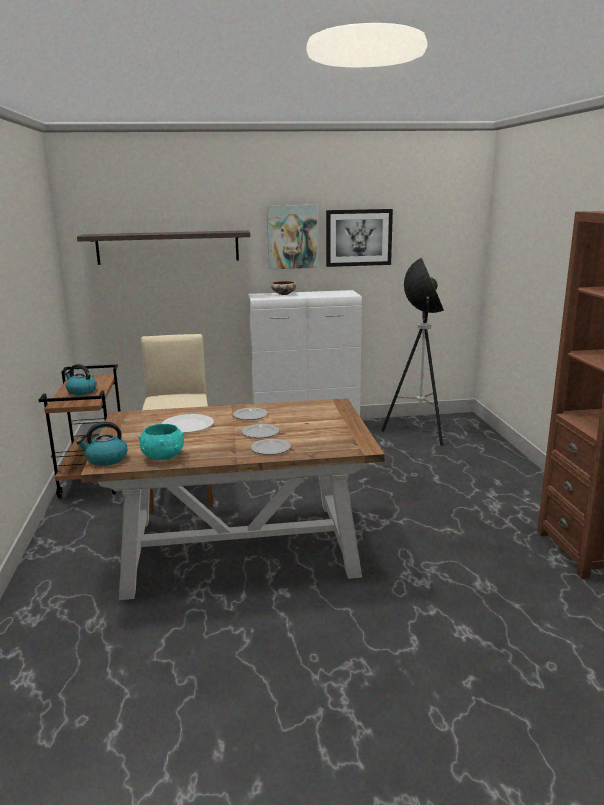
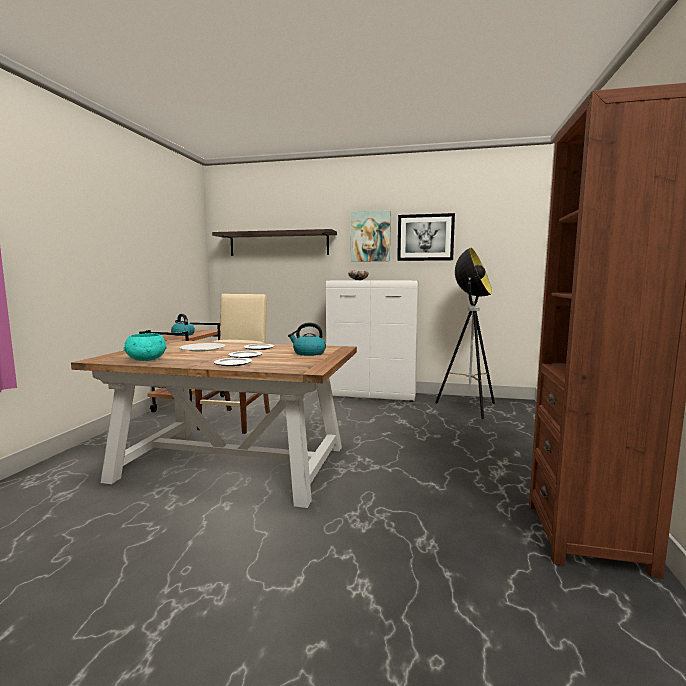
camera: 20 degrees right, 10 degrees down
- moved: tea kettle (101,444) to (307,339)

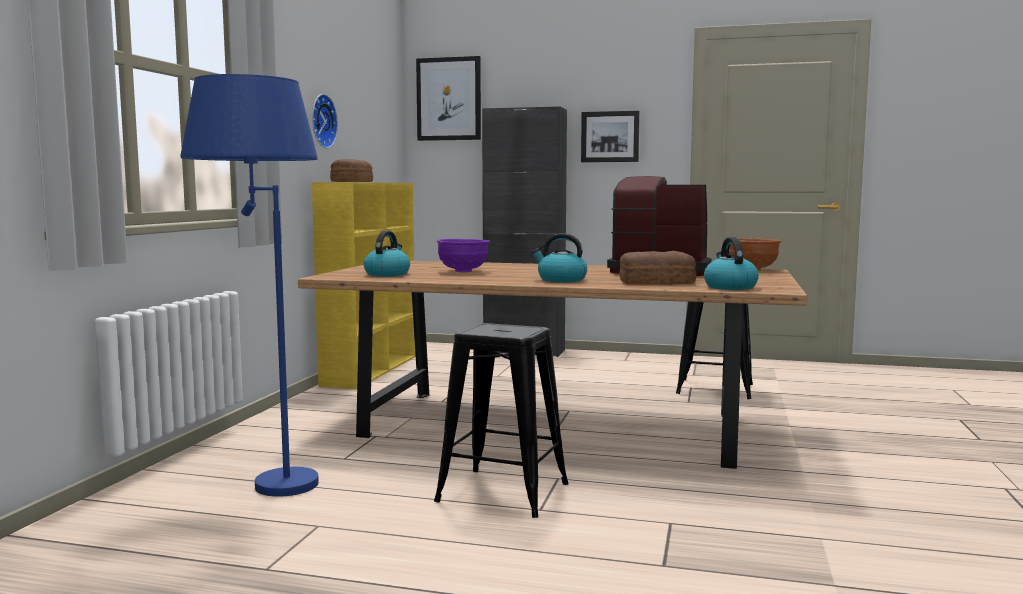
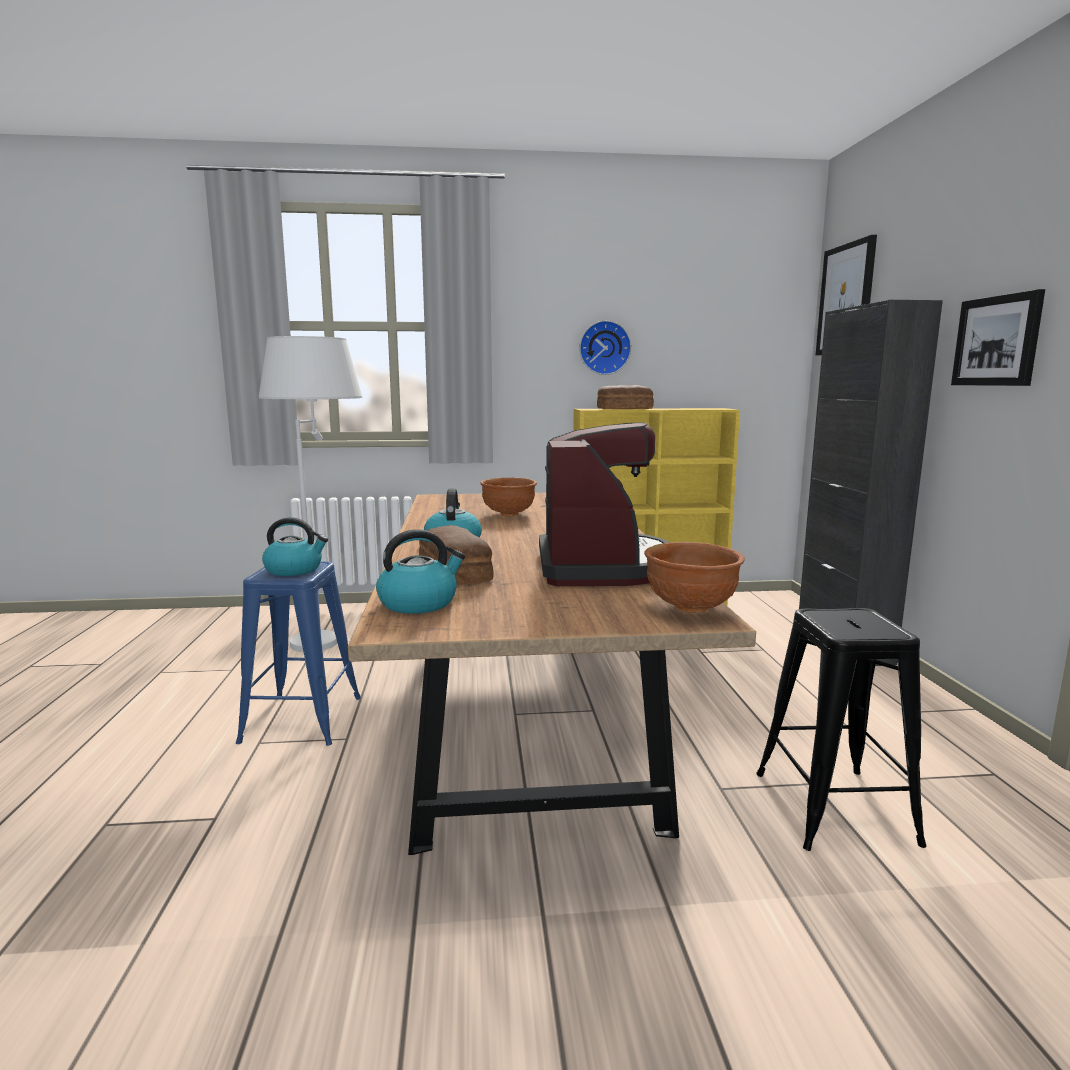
camera: 70 degrees right, 5 degrees up
- recoloured: sitting stool (black) (501,420) to sitting stool (blue-coloured) (298,653)
- recoloured: standard lamp (blue-coloured) (249,285) to standard lamp (white-coloured) (310,494)
- moved: tea kettle (387,254) to (295,546)
- recoloured: bowl (purplish) (463,255) to bowl (brownish) (508,497)

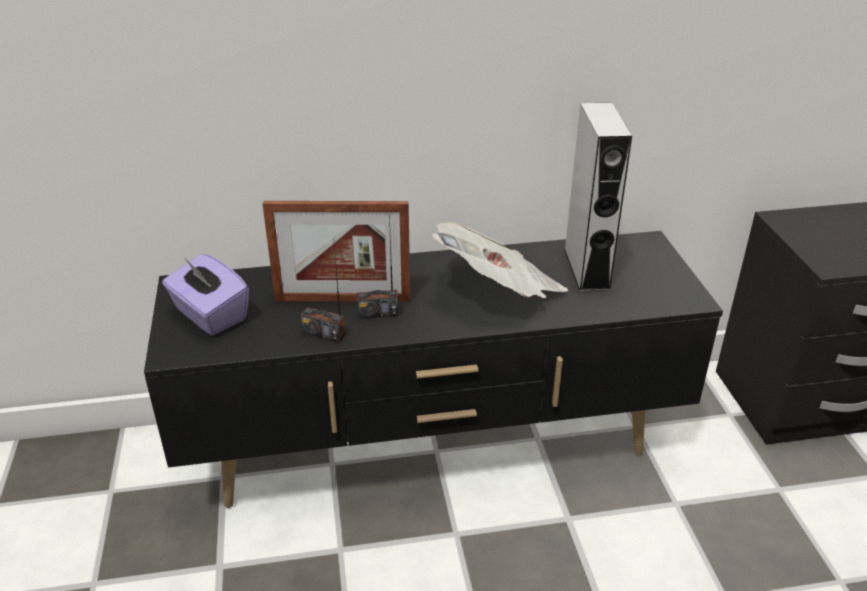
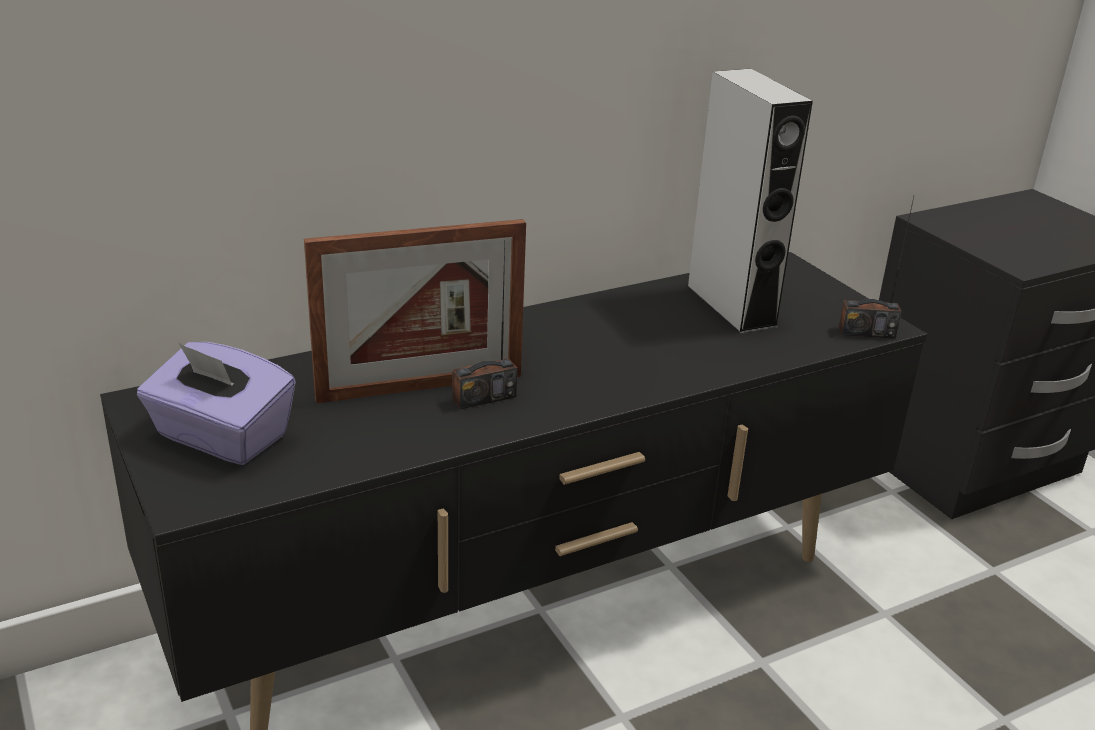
camera: 20 degrees left, 5 degrees down
- moved: radio (323,293) to (876,268)
- removed: printed paper (499,260)

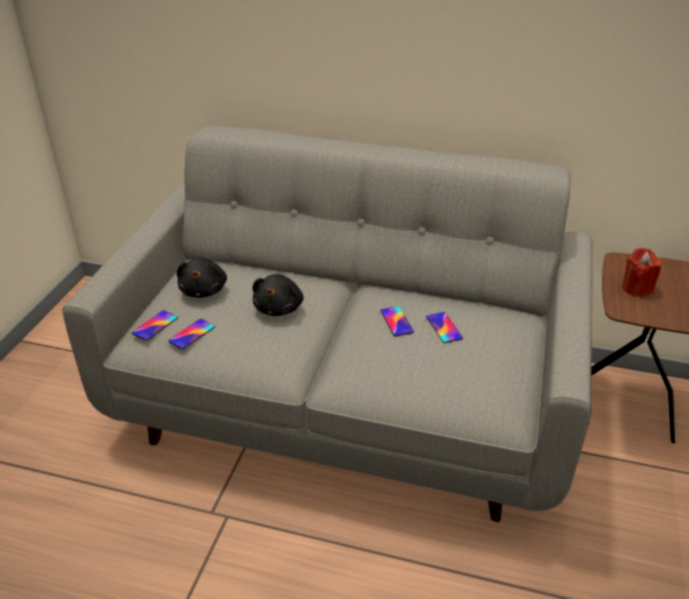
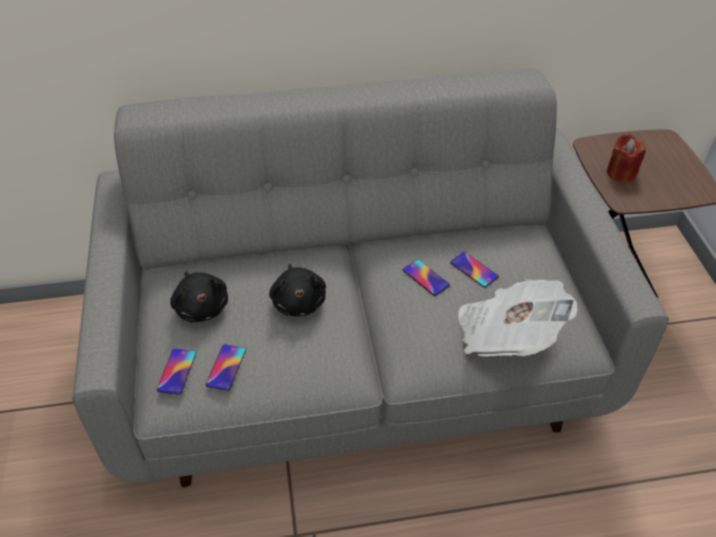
camera: 25 degrees left, 10 degrees up
- added: printed paper (517,317)

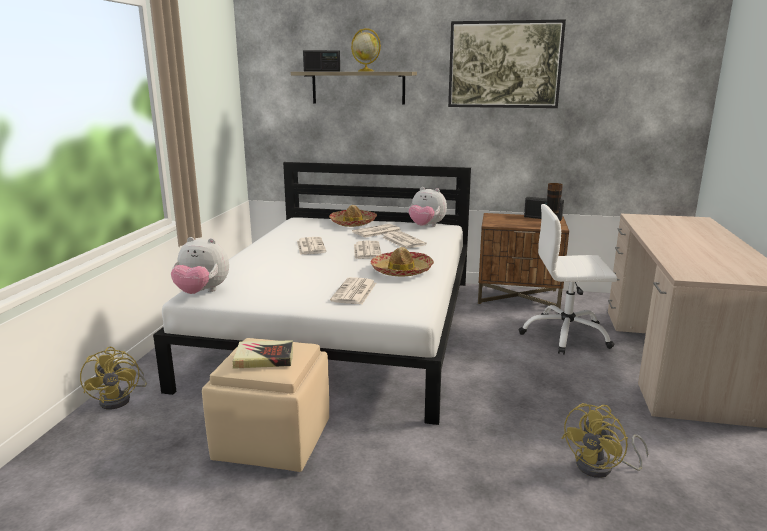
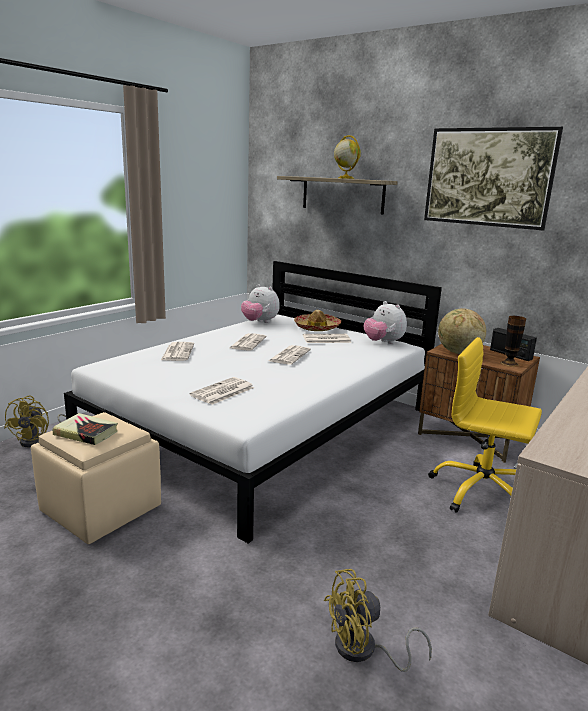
camera: 25 degrees right, 0 degrees up
- moved: printed paper (404,239) to (177,351)
- moved: cuddly toy (200,265) to (260,303)
- recoloured: computer chair (white-coloured) (568,279) to computer chair (yellowish) (485,425)
- added: globe (462,331)
- removed: radio (321,60)
- removed: wearable hat (402,262)

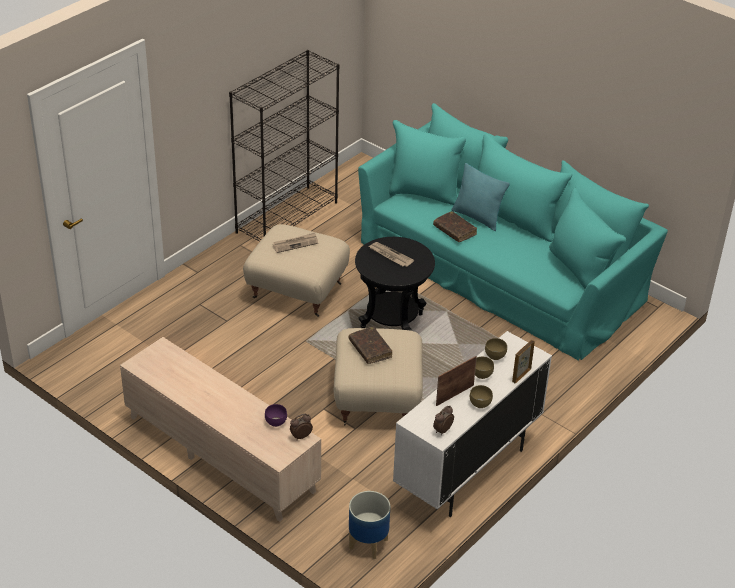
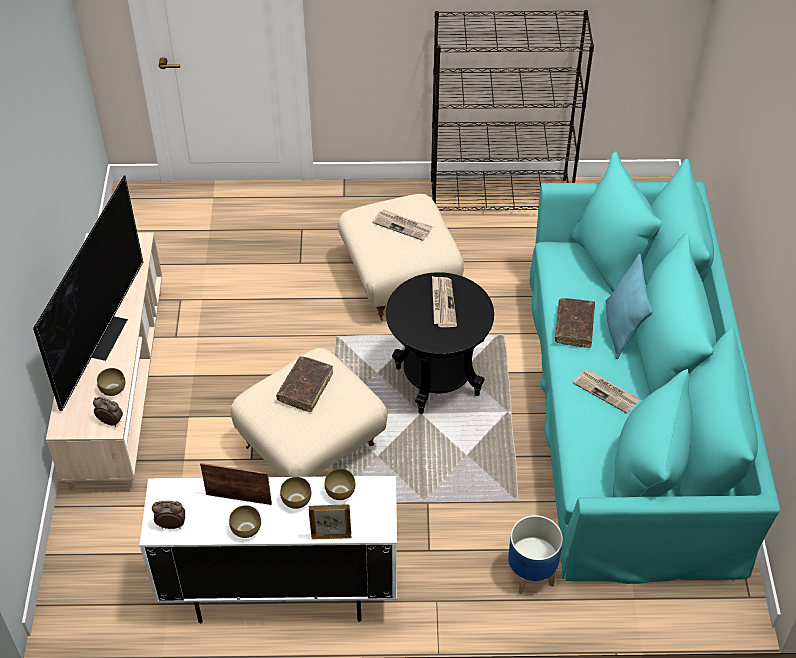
camera: 50 degrees right, 10 degrees up
- added: TV set (88,293)
- recoloured: bowl (purplish) (276,415) to bowl (brownish) (111,382)
- moved: plant pot (369,525) to (535,554)
- added: printed paper (606,391)

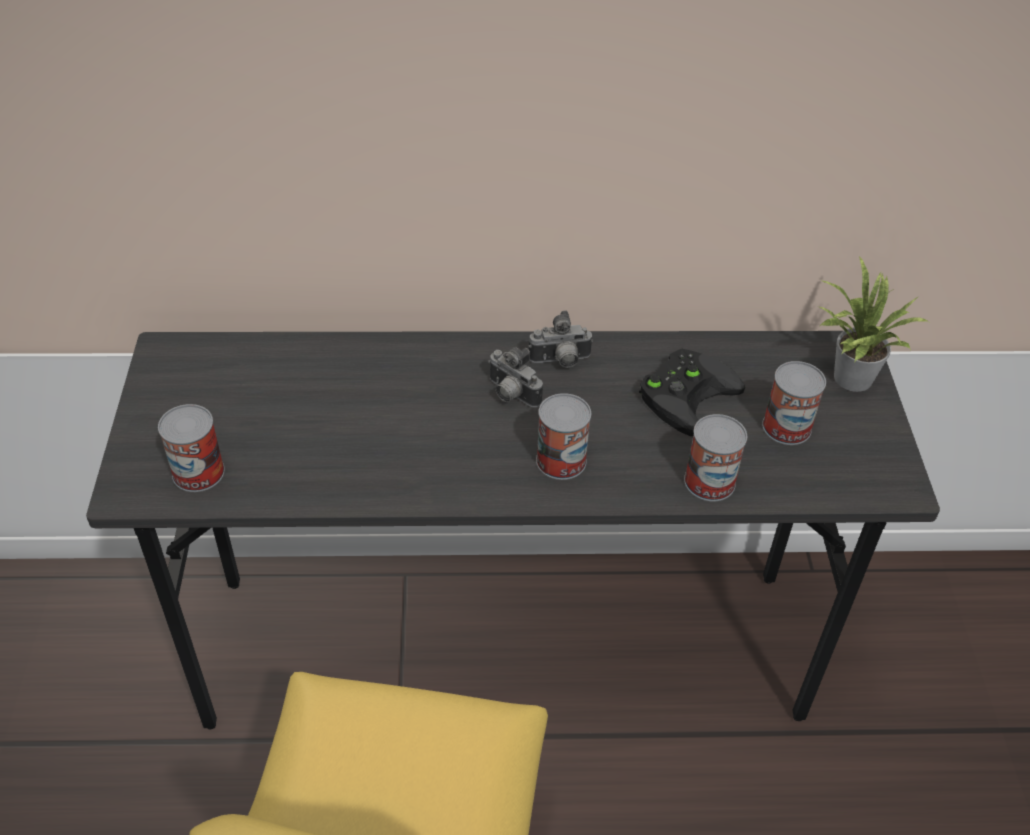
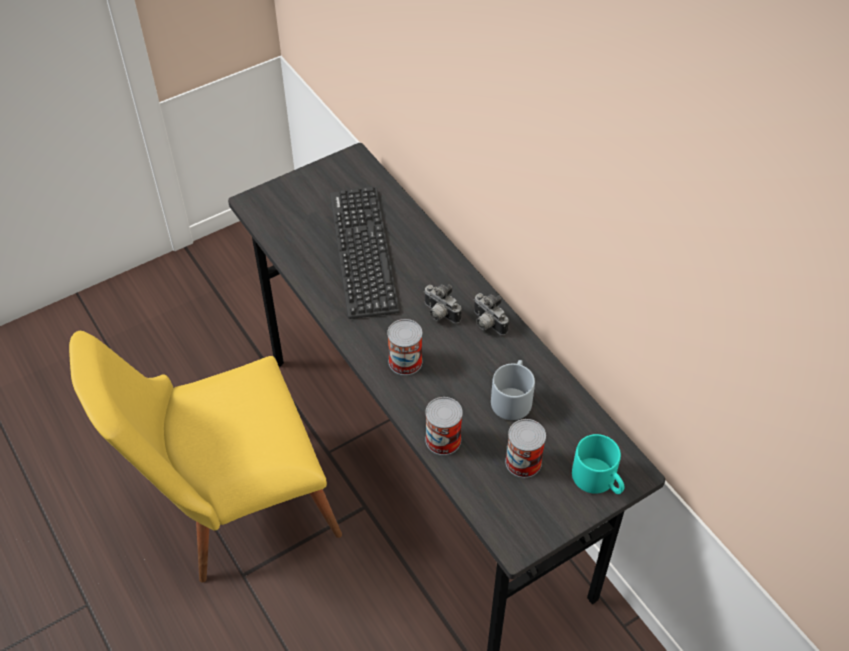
camera: 60 degrees right, 5 degrees up
- added: computer keyboard (365,253)
- turned: still camera (515,377) = (443,304) 60 degrees counterclockwise
- replaced: gamepad (black) (692,392) to tea mug (gray) (513,390)
- replaced: plant in a pot (874,324) to tea mug (blue-green) (598,464)
- removed: can (191,448)

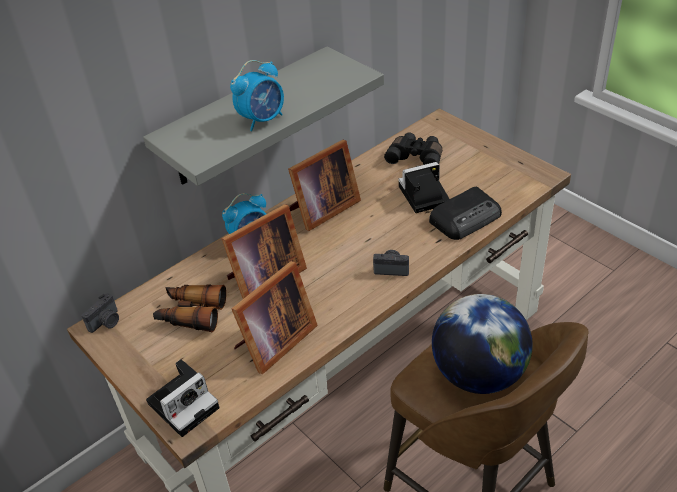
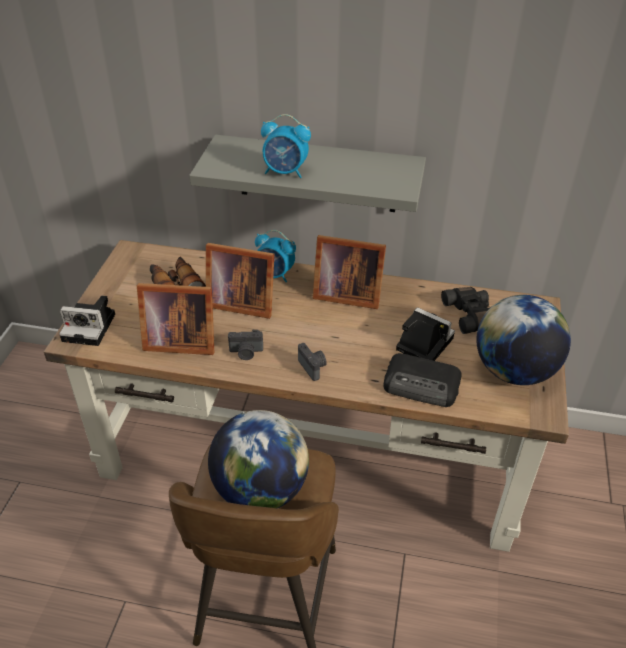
camera: 50 degrees right, 0 degrees up
- moved: still camera (100,313) to (245,345)
- added: globe (523,340)

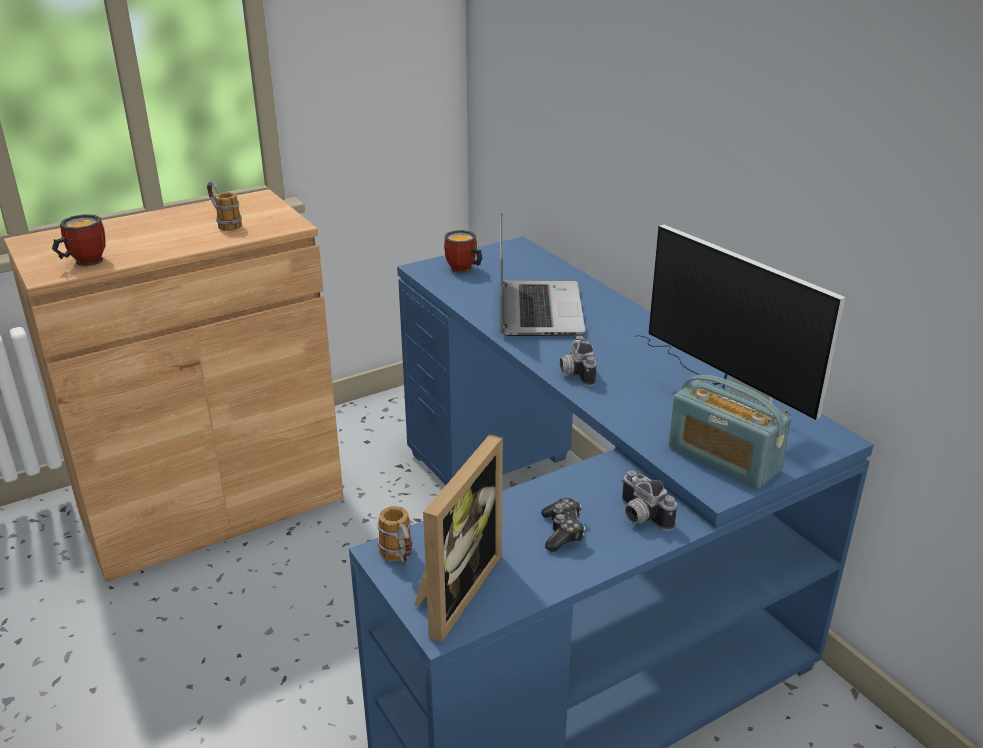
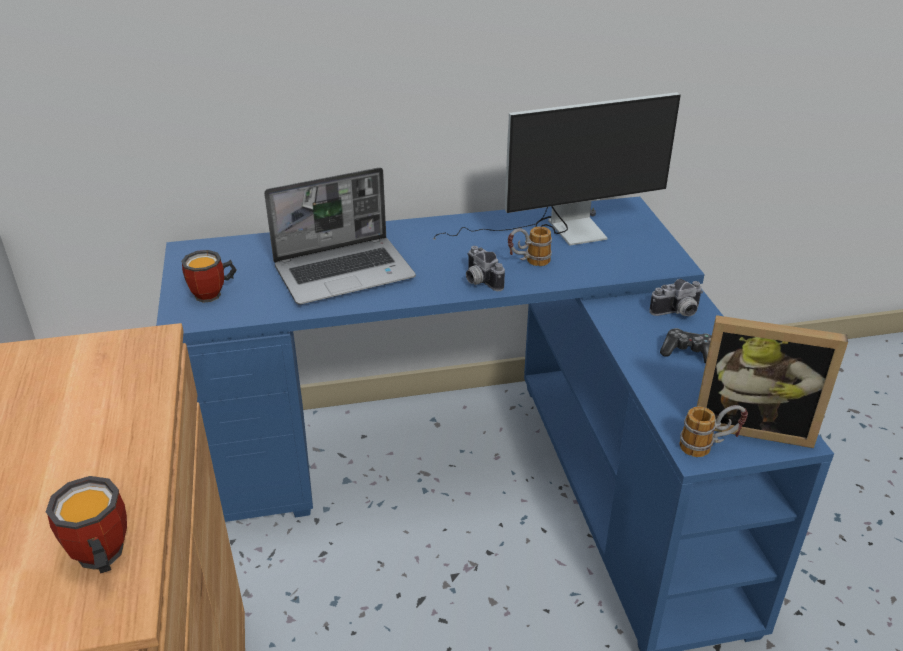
camera: 70 degrees left, 5 degrees up
- turned: notebook computer (542,274) = (340,236) 135 degrees clockwise
- turned: still camera (578,361) = (485,268) 45 degrees clockwise
- moved: tea mug (224,206) to (530,246)
- turned: photo frame (459,538) = (772,381) 150 degrees clockwise
- removed: radio (730,432)

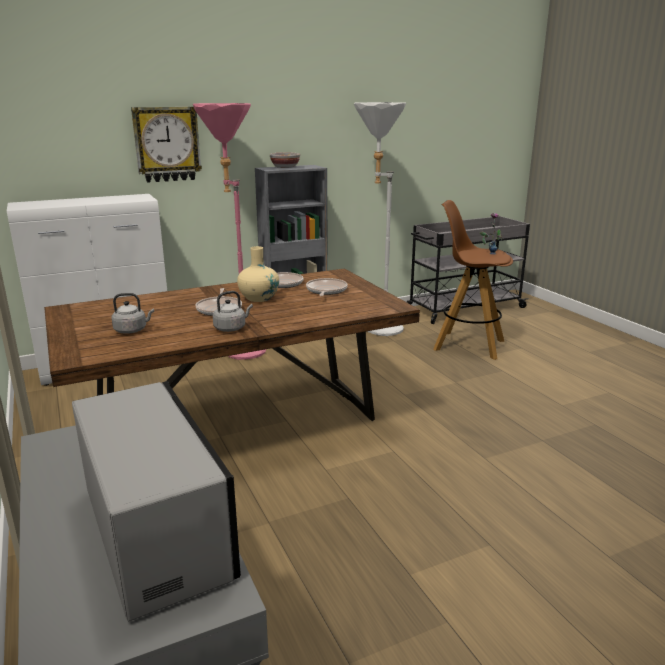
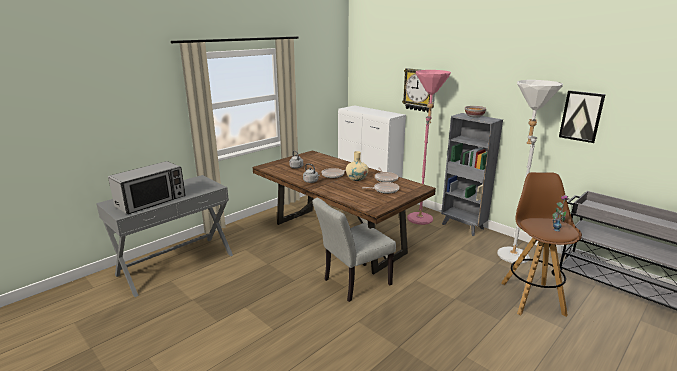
camera: 70 degrees right, 0 degrees up
- added: plain chair (gray) (354,250)
- added: wall art (582,116)

